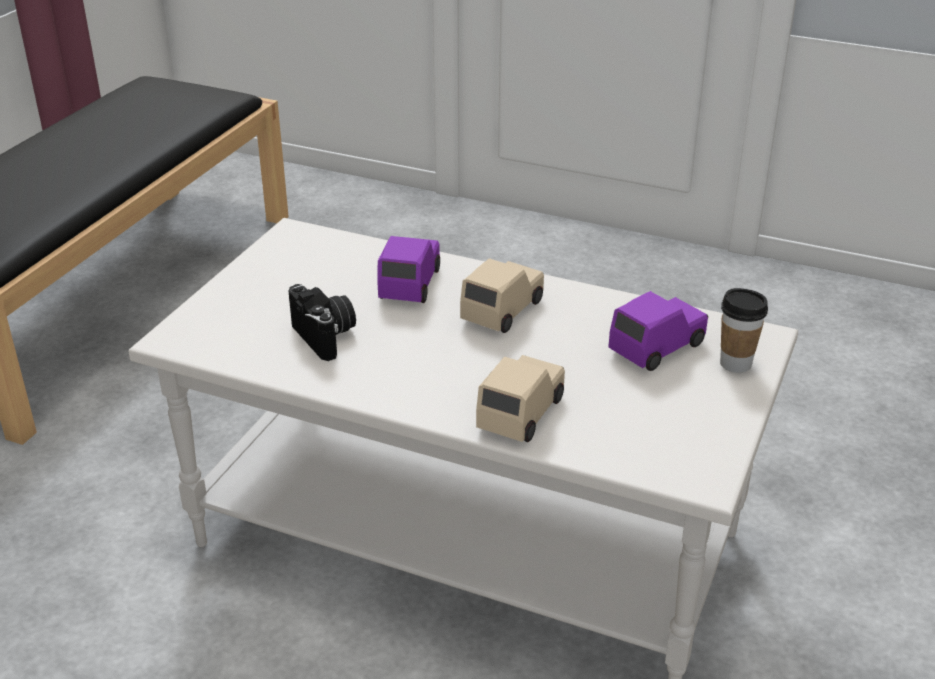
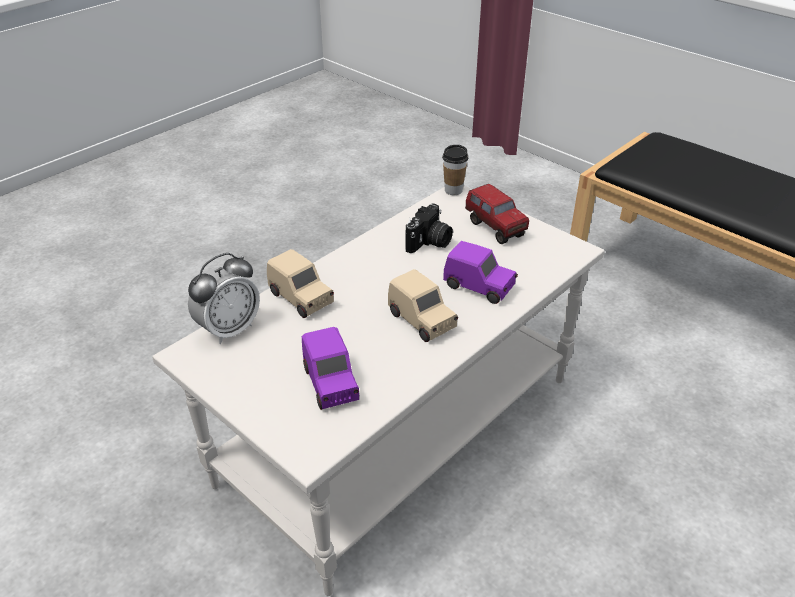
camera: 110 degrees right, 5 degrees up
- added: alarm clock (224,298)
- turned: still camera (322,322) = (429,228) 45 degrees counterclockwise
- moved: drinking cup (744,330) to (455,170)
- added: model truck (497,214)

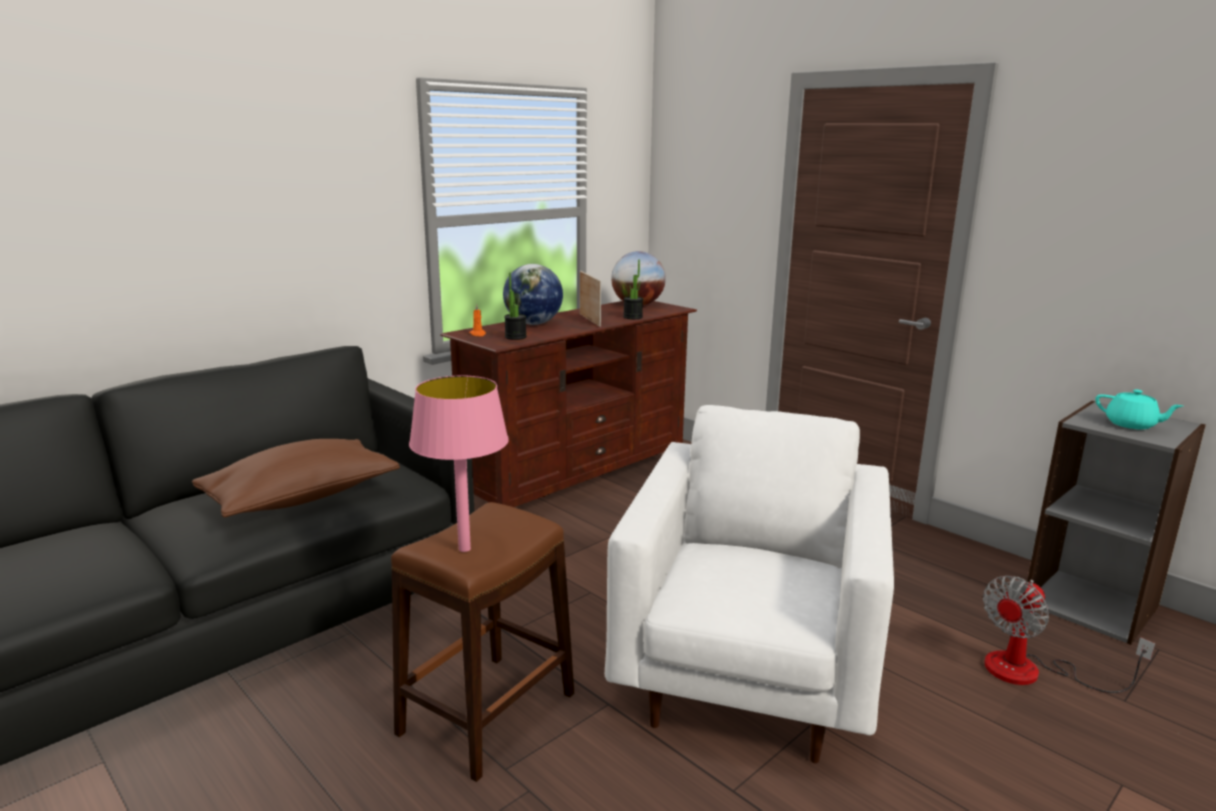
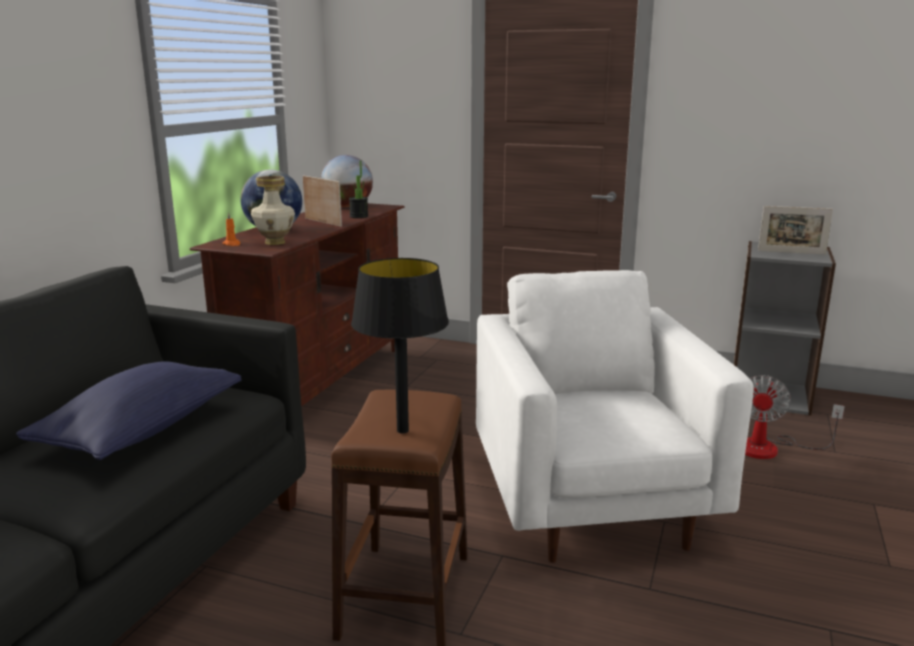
camera: 25 degrees left, 0 degrees up
- recoloured: throw pillow (brownish) (296,478) to throw pillow (blue-coloured) (129,410)
- replaced: plant in a pot (515,306) to flower vase (273,210)
- recoloured: table lamp (pink-coloured) (459,463) to table lamp (black) (400,346)
- replaced: teapot (blue-green) (1139,409) to photo frame (795,230)

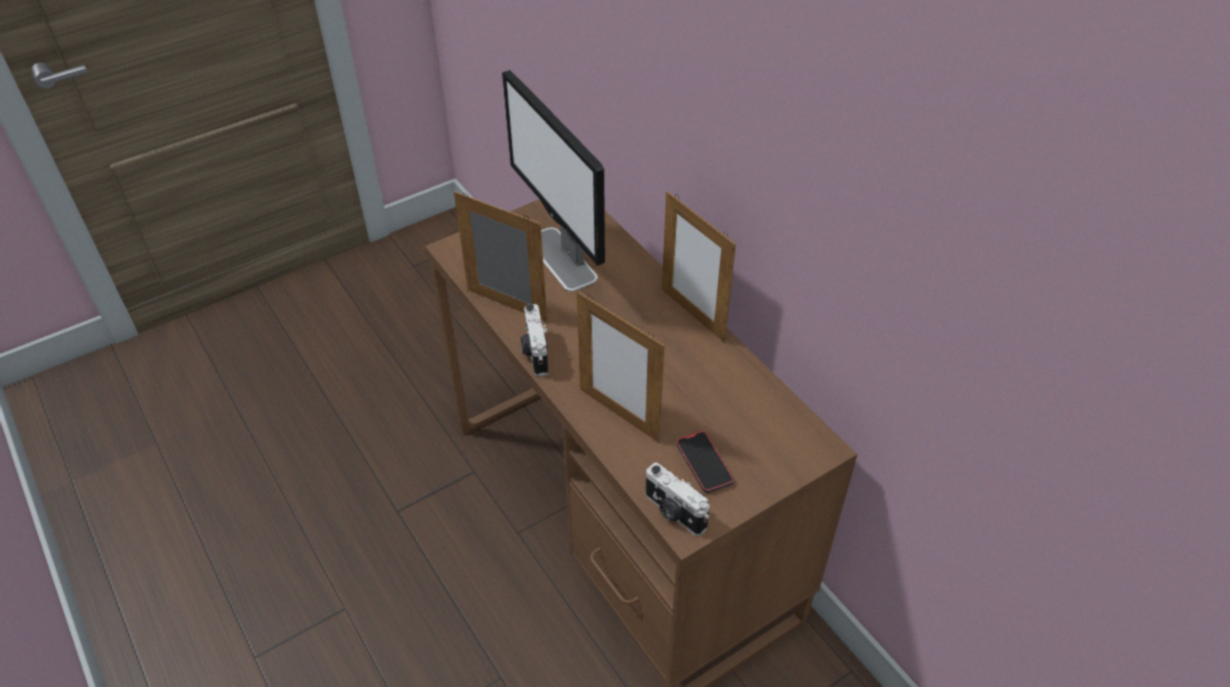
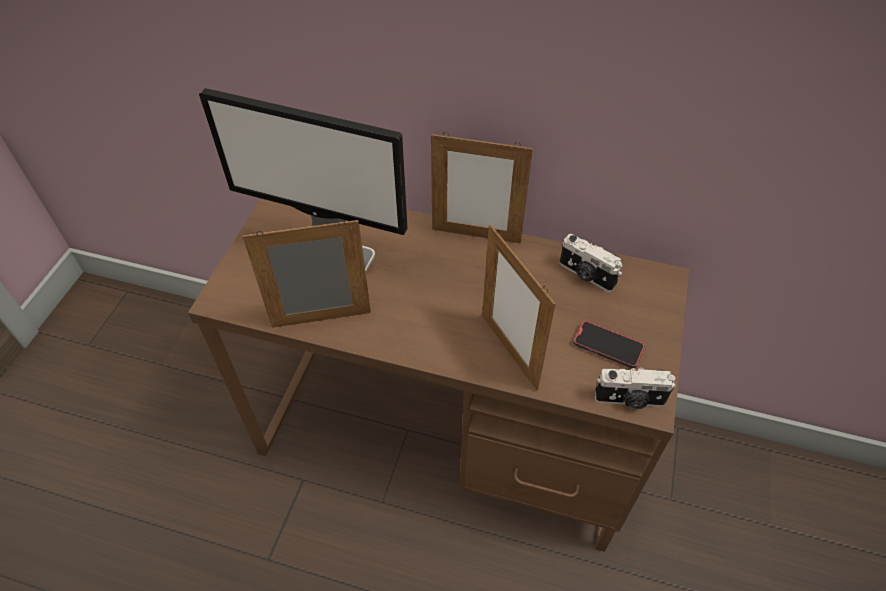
camera: 40 degrees left, 5 degrees up
- turned: photo frame (621,367) = (519,307) 60 degrees clockwise
- moved: still camera (534,340) to (591,263)

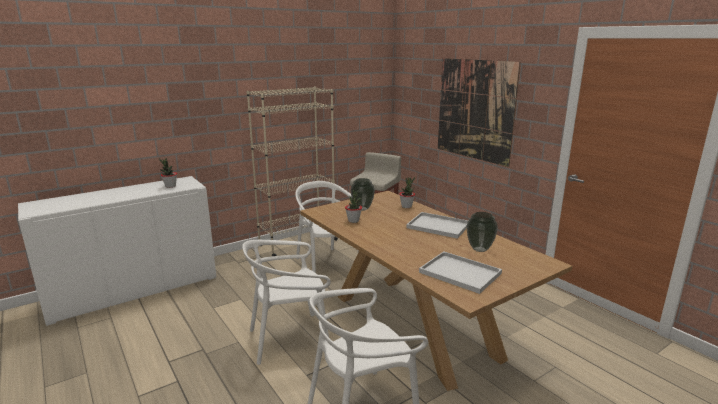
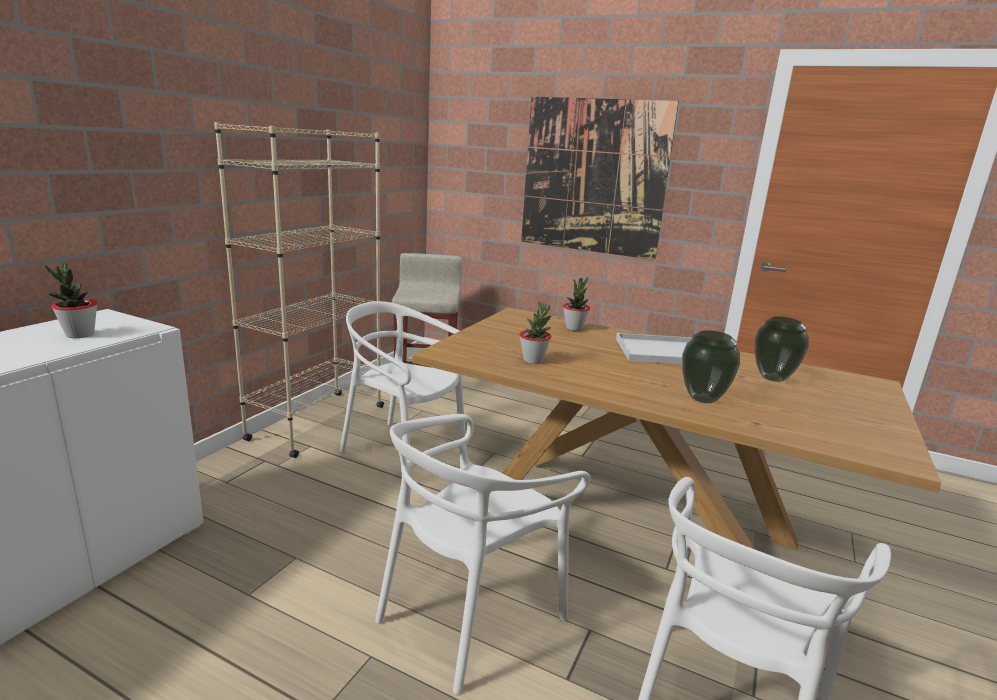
camera: 30 degrees left, 0 degrees up
- moved: flower vase (362,194) to (711,366)
- removed: carrying tray (white-coloured) (460,273)

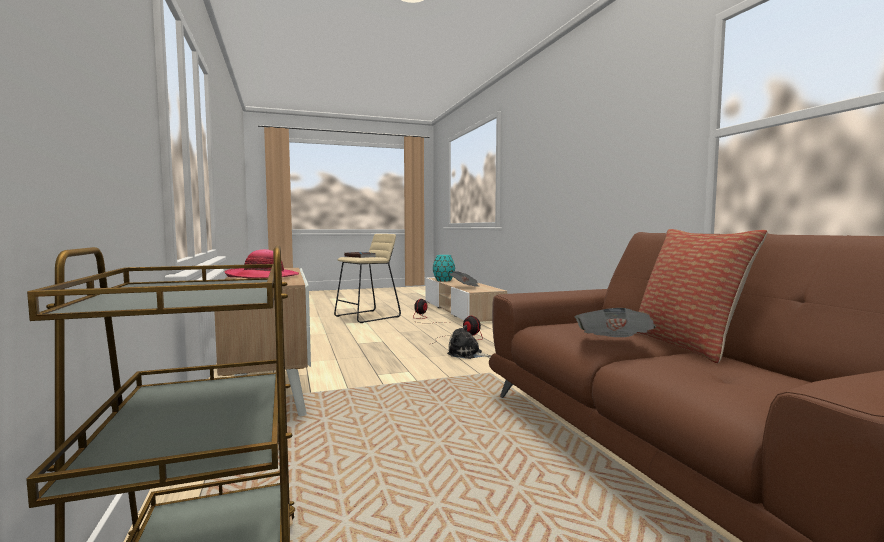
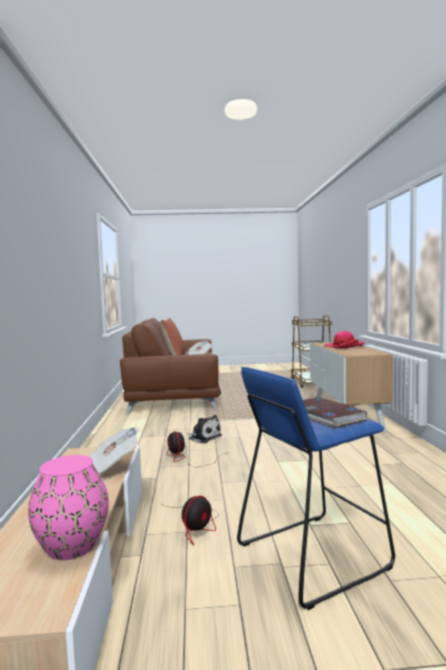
camera: 165 degrees left, 0 degrees up
- recoloured: flower vase (blue-green) (444,268) to flower vase (pink-coloured) (68,507)
- recoloured: sitting stool (beige-coloured) (367,278) to sitting stool (blue-coloured) (316,488)

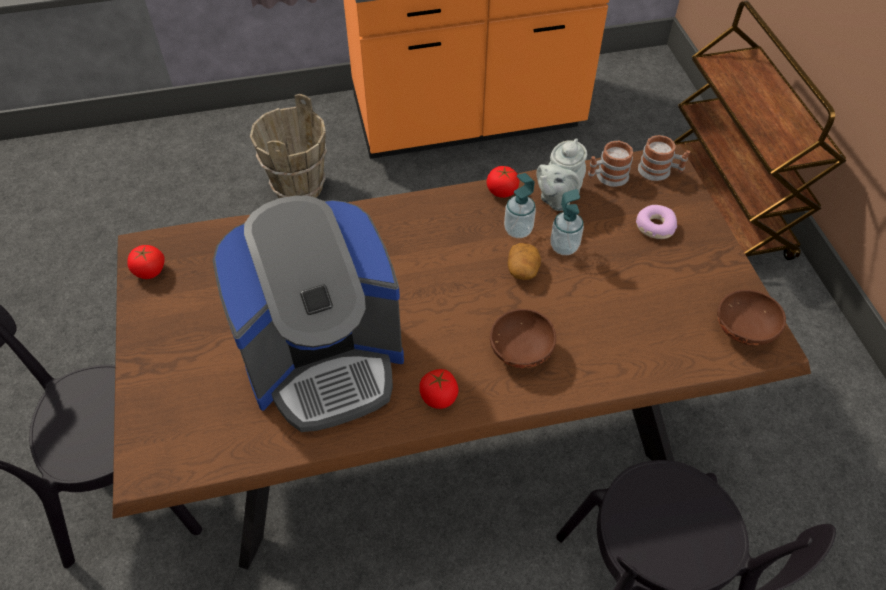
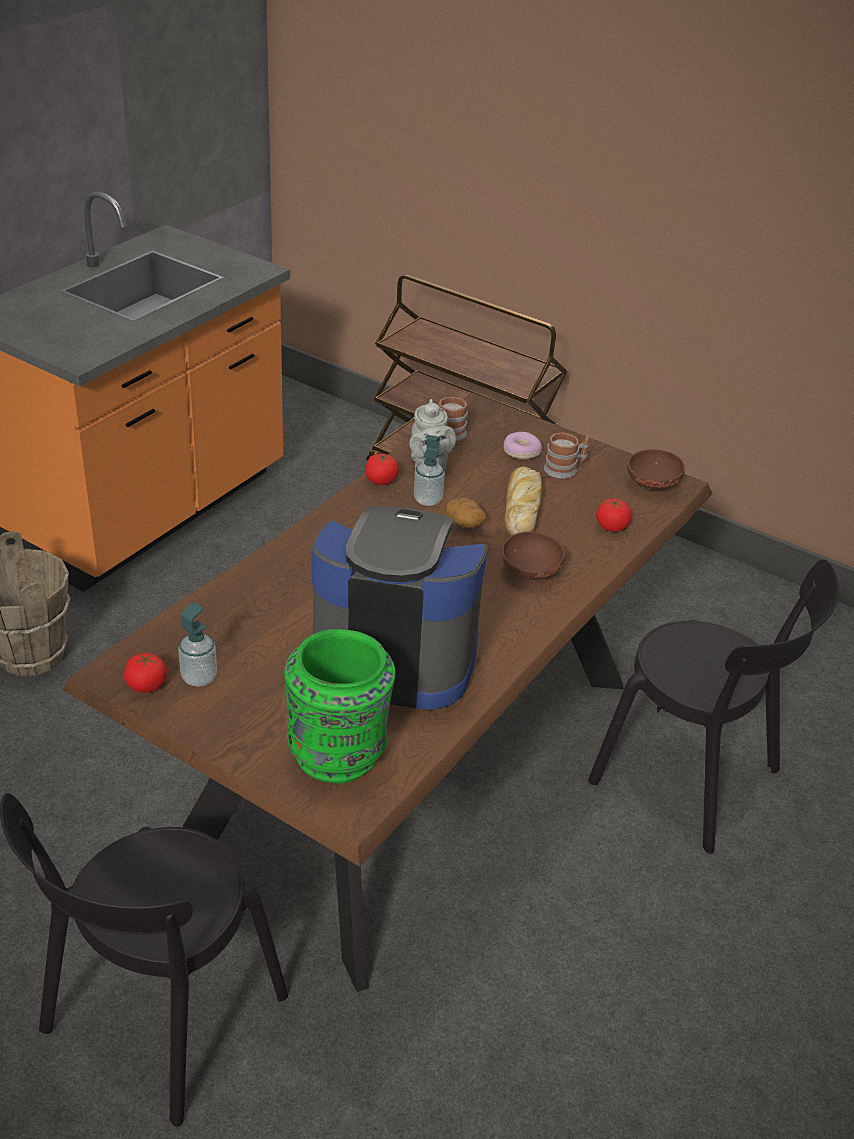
camera: 45 degrees left, 15 degrees down
- moved: soap dispenser (567,222) to (197,644)
- added: flower vase (green-coloured) (340,706)
- turned: coffee machine (308,313) = (399,608) 105 degrees counterclockwise
- added: bakery bread (523,501)
- moved: tea mug (664,158) to (567,455)
- moved: fresh tomato (438,389) to (613,515)

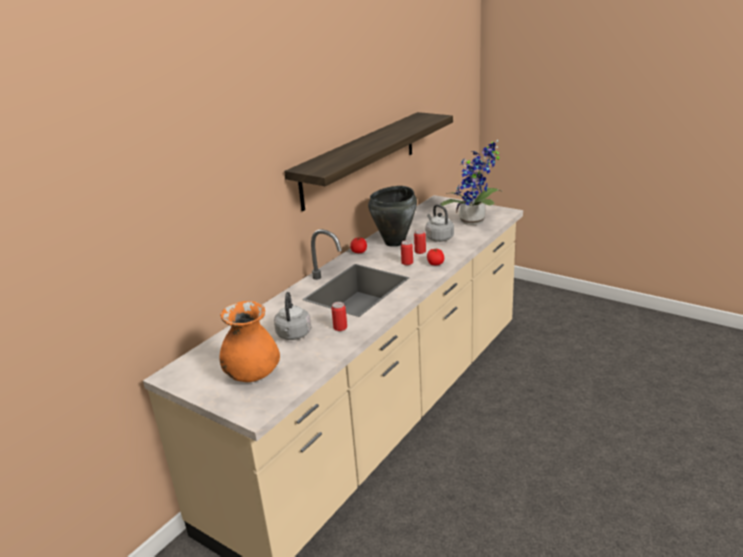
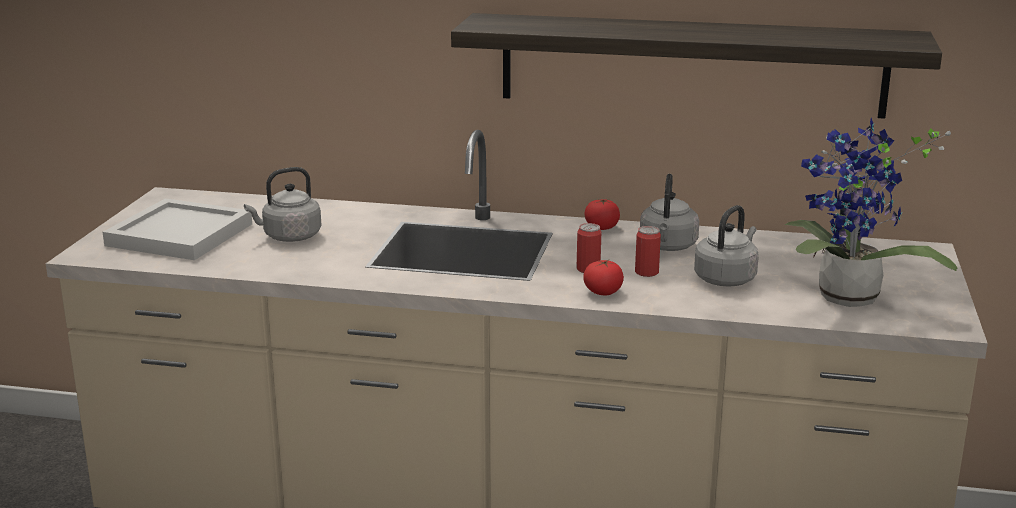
camera: 65 degrees right, 5 degrees down
- replaced: flower vase (orange-coloured) (250,341) to carrying tray (white-coloured) (177,229)
- replaced: cooking pot (black) (392,216) to tea kettle (gray) (669,212)
- removed: can (339,316)

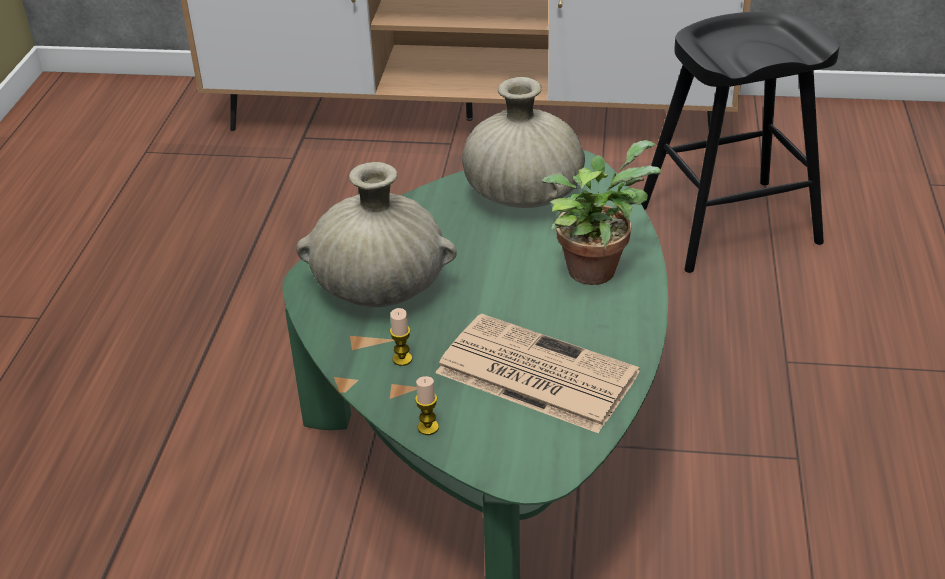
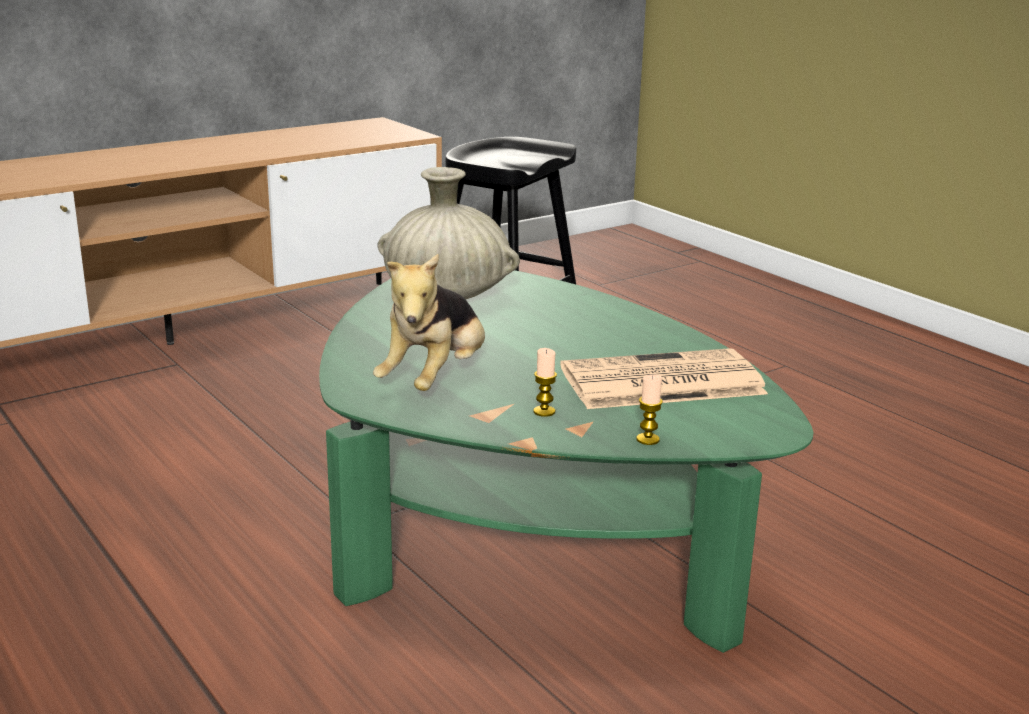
camera: 45 degrees left, 15 degrees down
- replaced: flower vase (beige-coloured) (376,234) to cuddly toy (429,322)
- removed: plant in a pot (601,212)

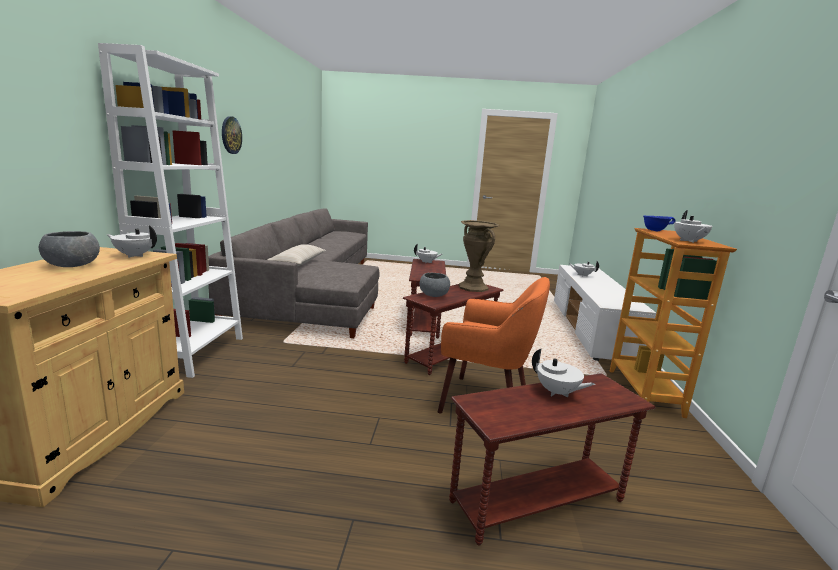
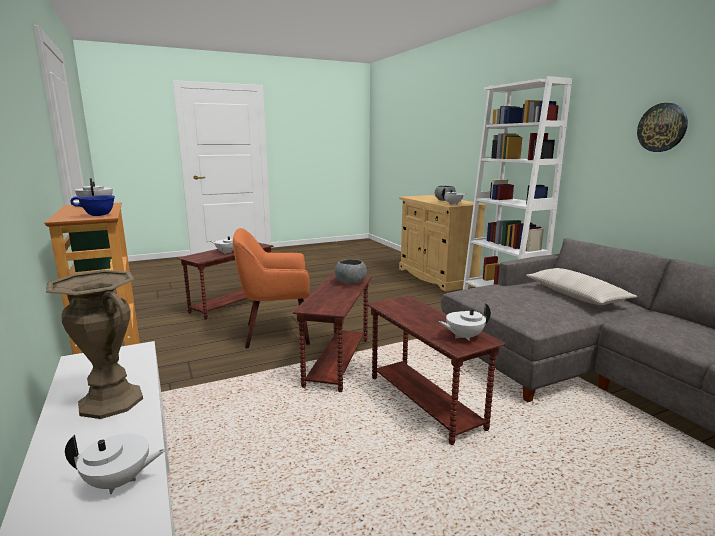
camera: 150 degrees right, 0 degrees up
- moved: flower vase (brownish) (479,256) to (94,344)

